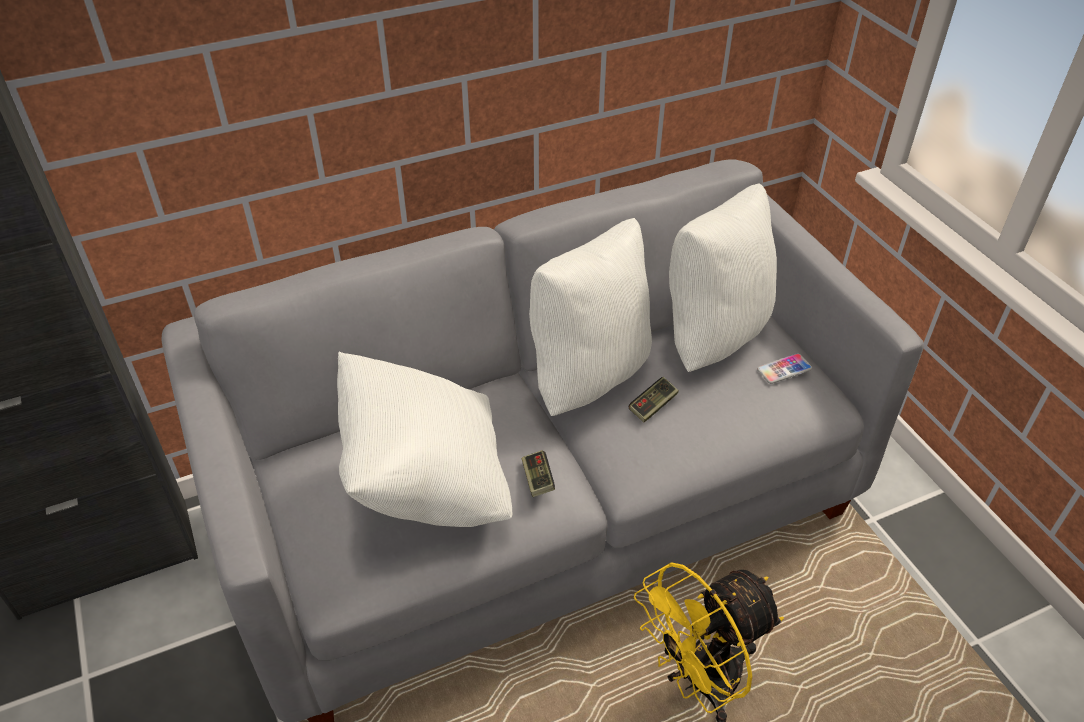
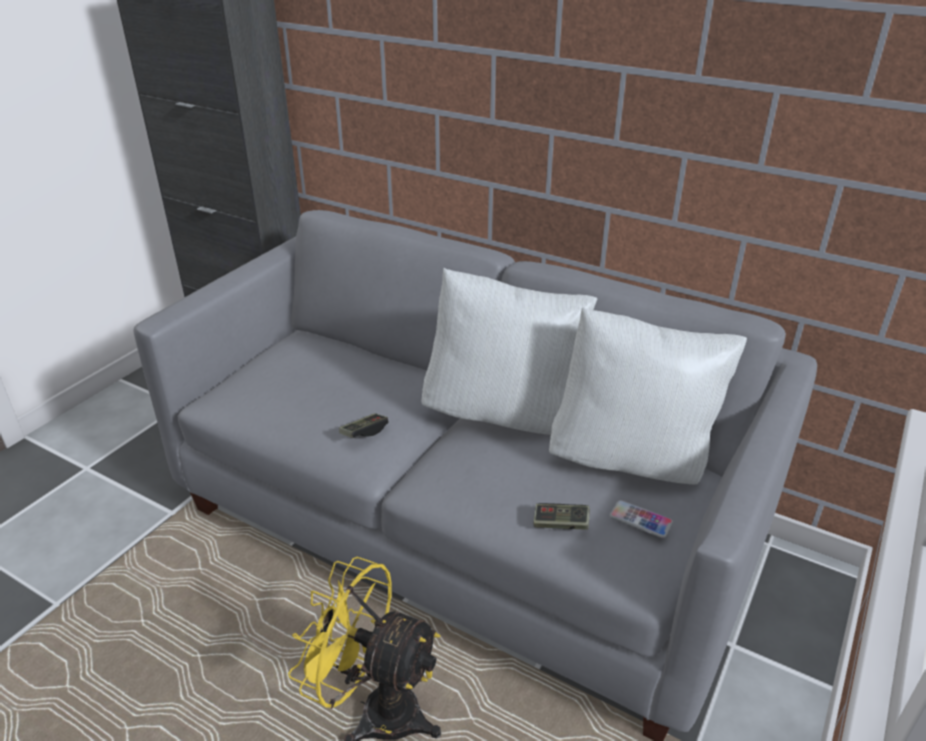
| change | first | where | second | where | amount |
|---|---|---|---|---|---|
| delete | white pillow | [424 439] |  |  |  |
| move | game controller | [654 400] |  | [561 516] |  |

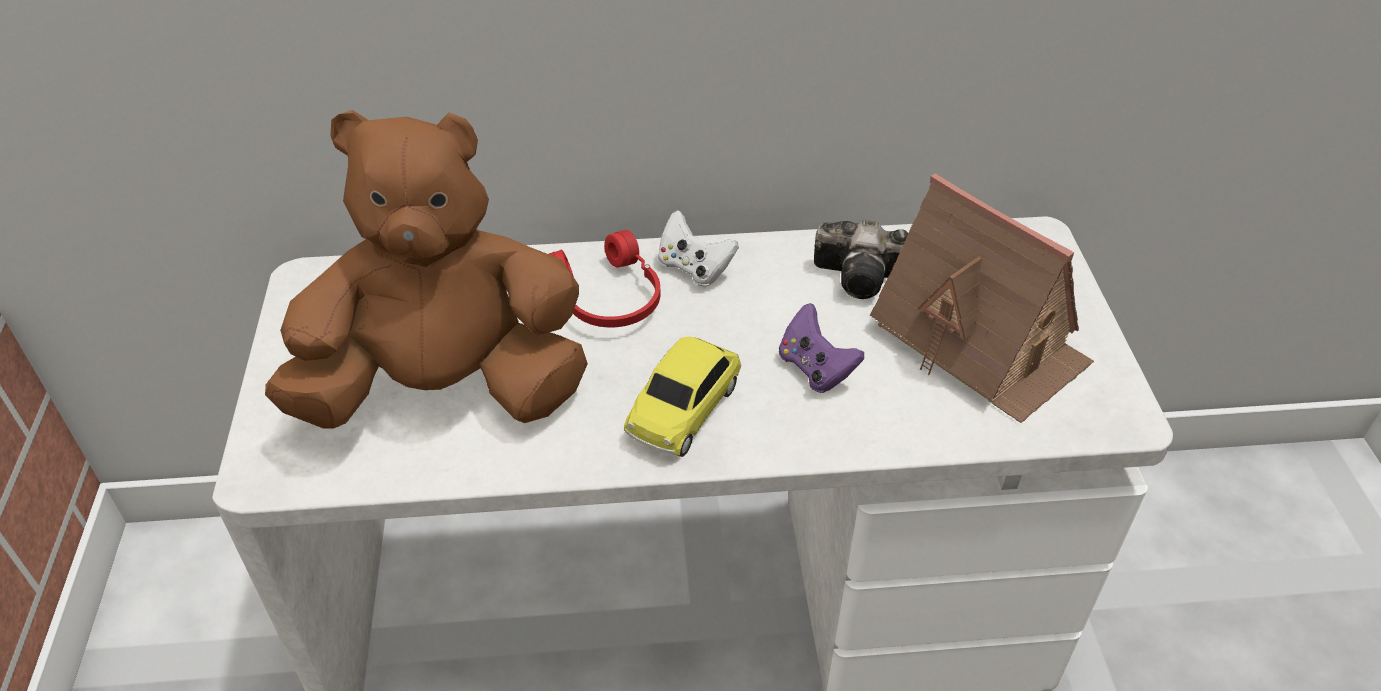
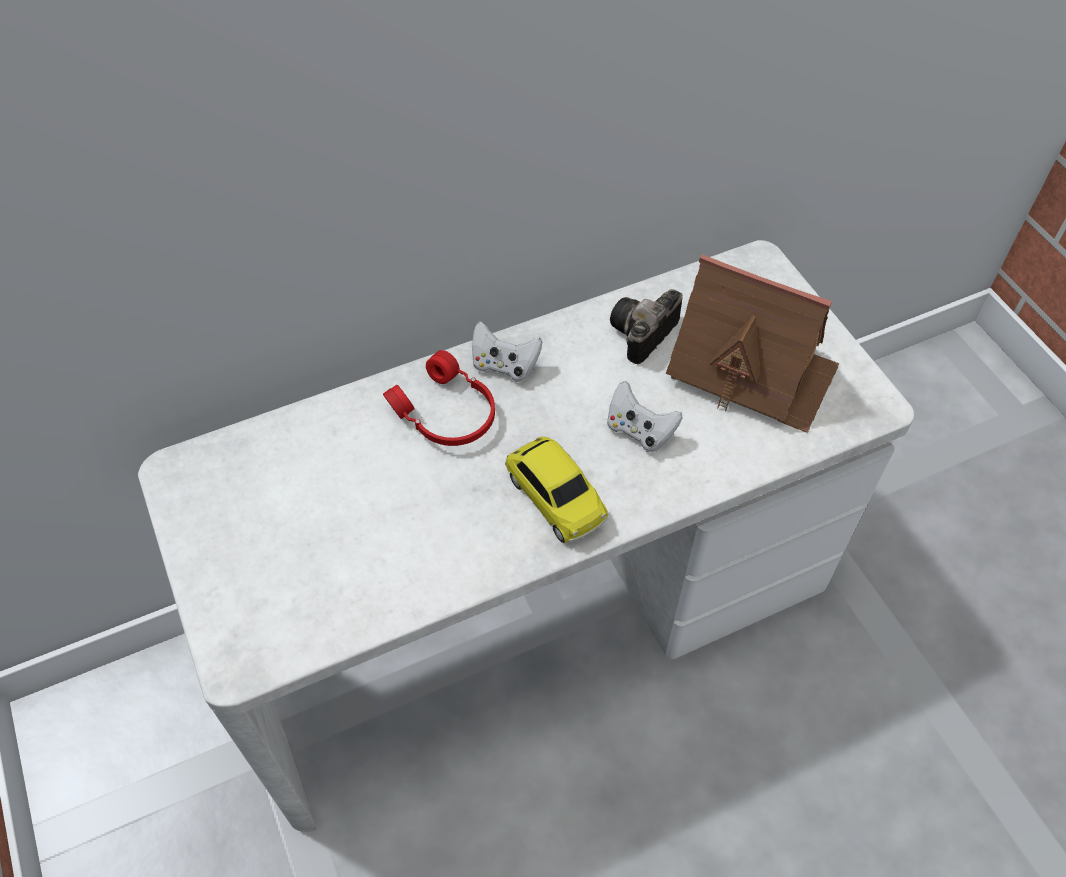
| change | first | where | second | where | amount |
|---|---|---|---|---|---|
| delete | brown plush toy | [426 269] |  |  |  |
| rotate | toy car | [682 397] |  | [556 489] | 45 degrees counterclockwise |
| recolor | purple game controller | [821 348] | white game controller | [645 416] |  |
| rotate | photo camera | [861 259] |  | [646 326] | 135 degrees clockwise |

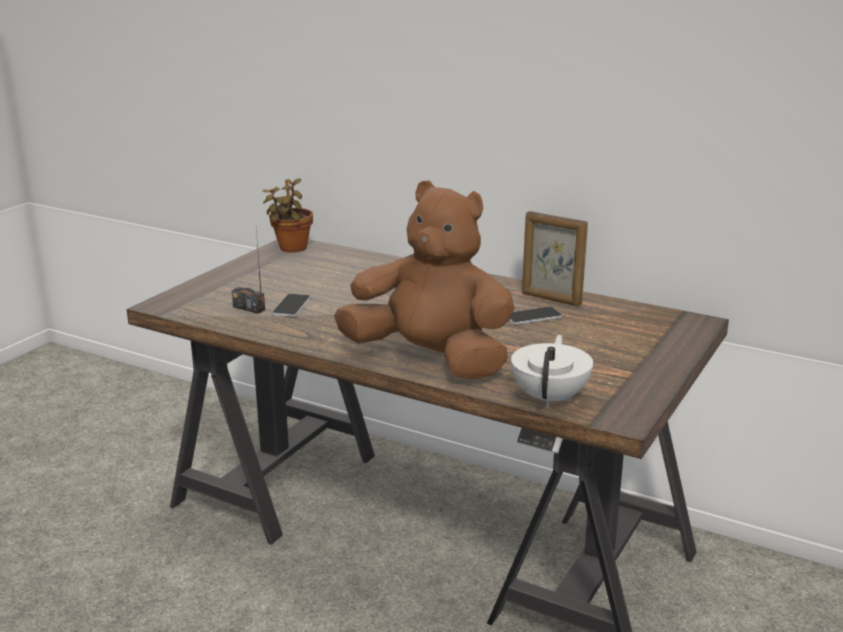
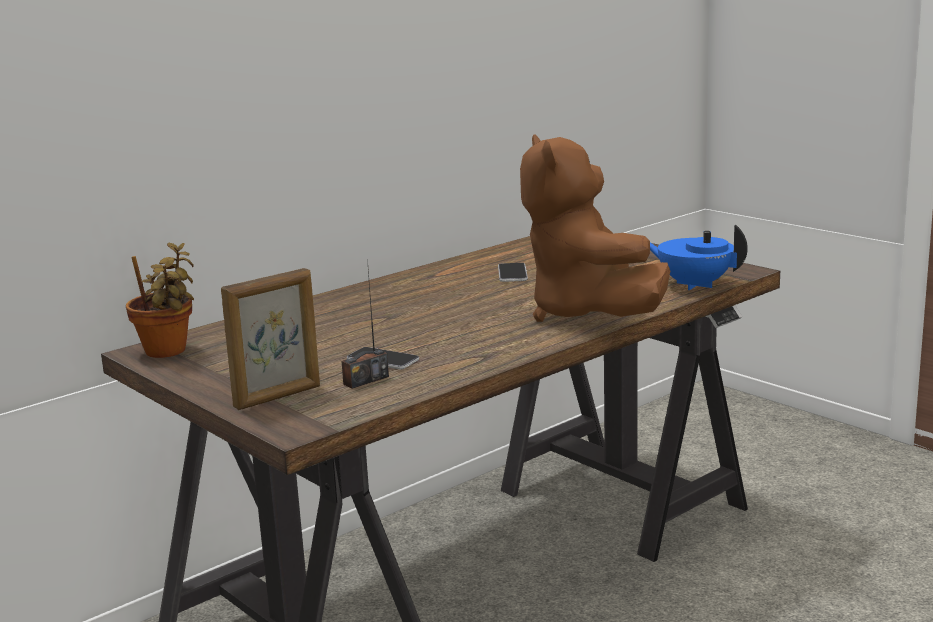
| change | first | where | second | where | amount |
|---|---|---|---|---|---|
| rotate | brown plush toy | [424 280] |  | [595 228] | 60 degrees counterclockwise |
| recolor | white teapot | [552 371] | blue teapot | [699 257] |  |
| move | picture frame | [555 258] |  | [270 339] |  |

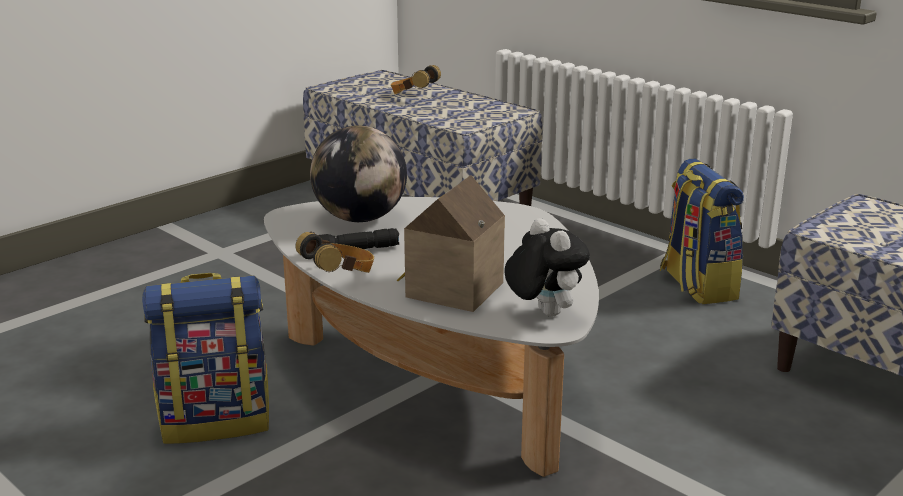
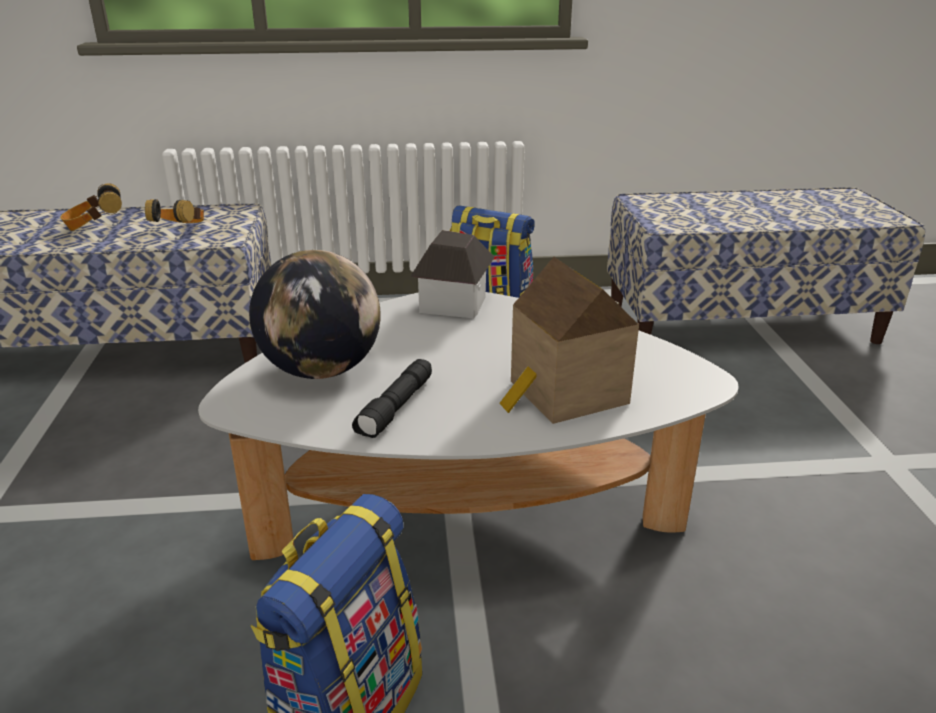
| change | first | where | second | where | amount |
|---|---|---|---|---|---|
| move | headphones | [334 252] |  | [174 211] |  |
| delete | plush toy | [547 267] |  |  |  |
| insert |  |  | toy house | [452 274] |  |

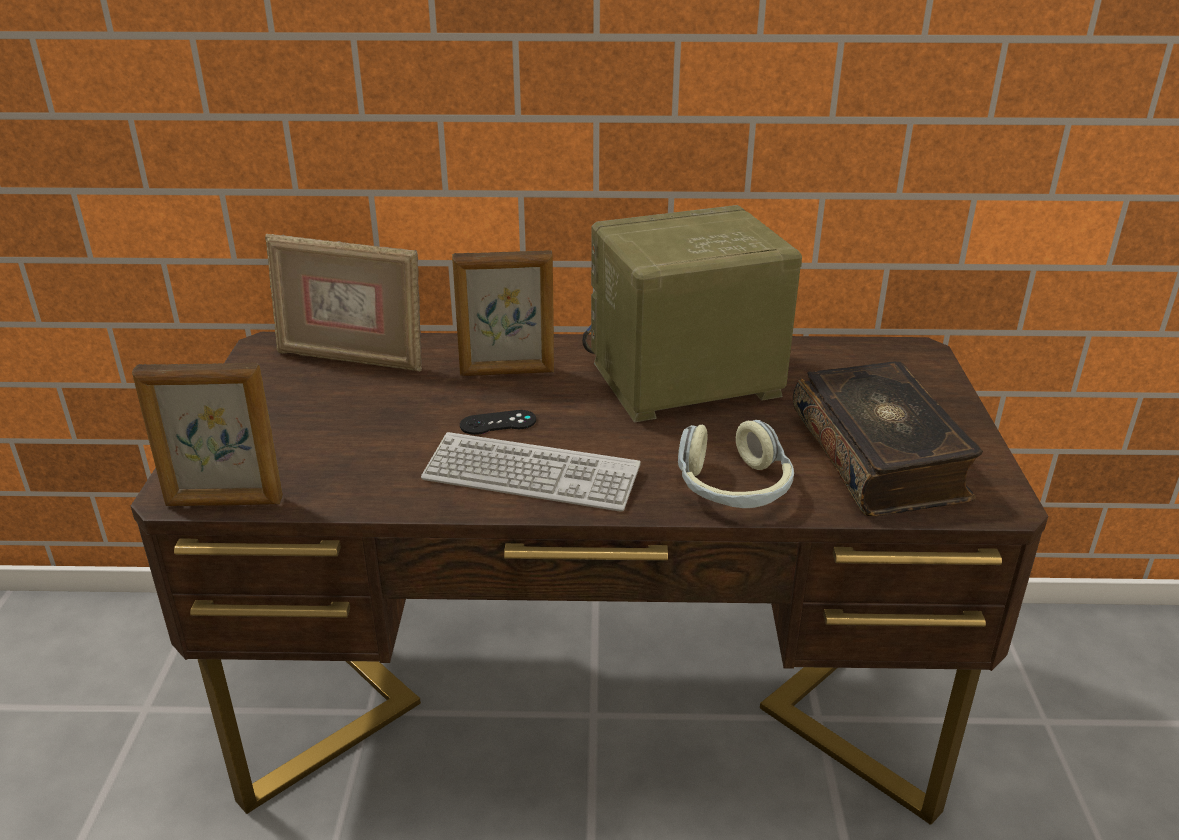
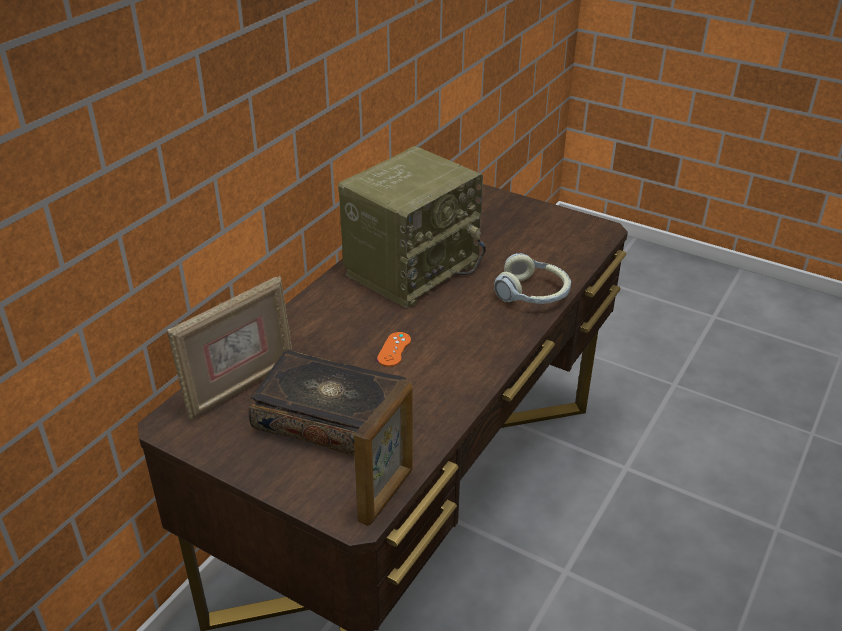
| change | first | where | second | where | amount |
|---|---|---|---|---|---|
| delete | keyboard | [531 472] |  |  |  |
| delete | picture frame | [503 313] |  |  |  |
| recolor | black game controller | [498 422] | orange game controller | [394 349] |  |
| rotate | radio | [692 314] |  | [412 227] | 150 degrees counterclockwise |
| move | book | [888 438] |  | [327 403] |  |

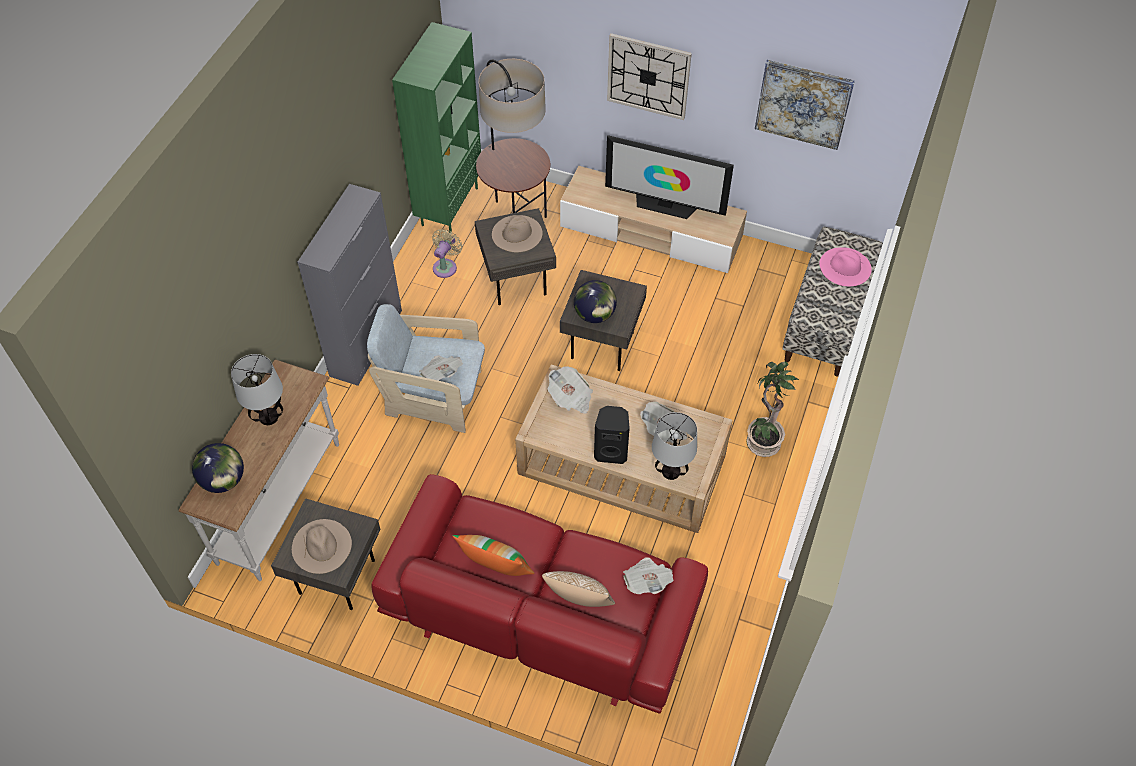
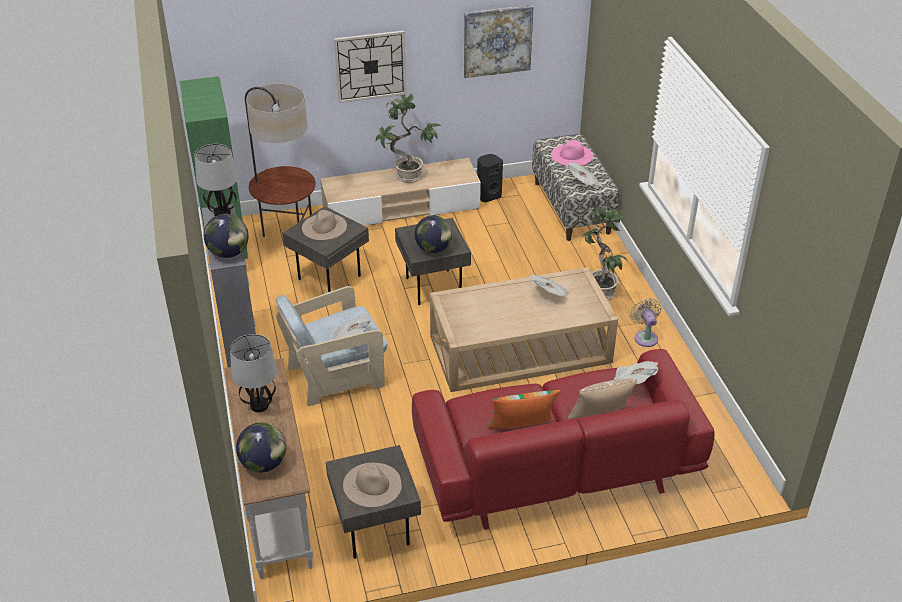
| change | first | where | second | where | amount |
|---|---|---|---|---|---|
| move | beige fan | [447 253] |  | [646 322] |  |
| move | newspaper | [570 390] |  | [584 174] |  |
| move | black speaker | [612 435] |  | [490 178] |  |
| replace | television | [669 177] | potted plant | [408 138] |  |
| move | table lamp | [674 446] |  | [216 180] |  |
| insert |  |  | globe | [226 236] |  |

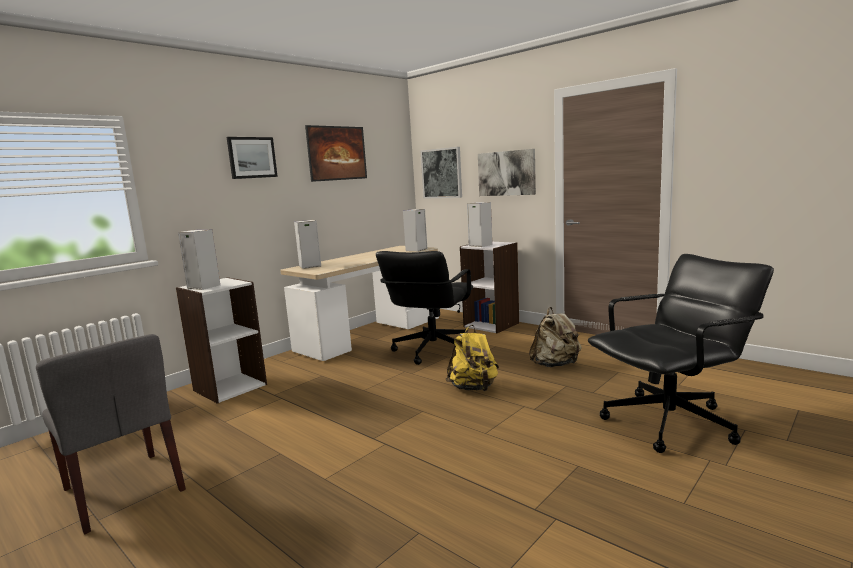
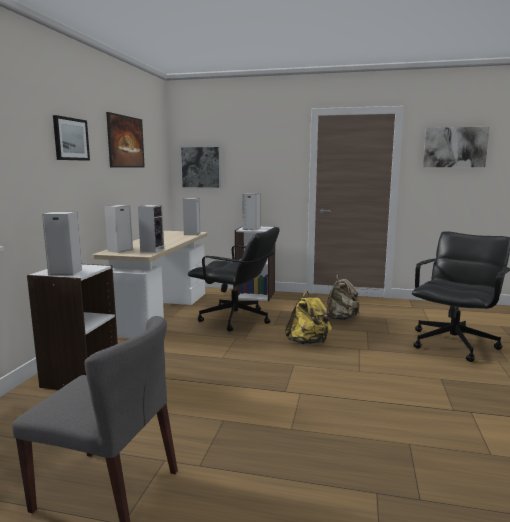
| change | first | where | second | where | amount |
|---|---|---|---|---|---|
| rotate | black office chair | [424 308] |  | [234 279] | 60 degrees counterclockwise |
| move | picture | [507 172] |  | [456 147] |  |
| insert |  |  | speaker | [151 228] |  |

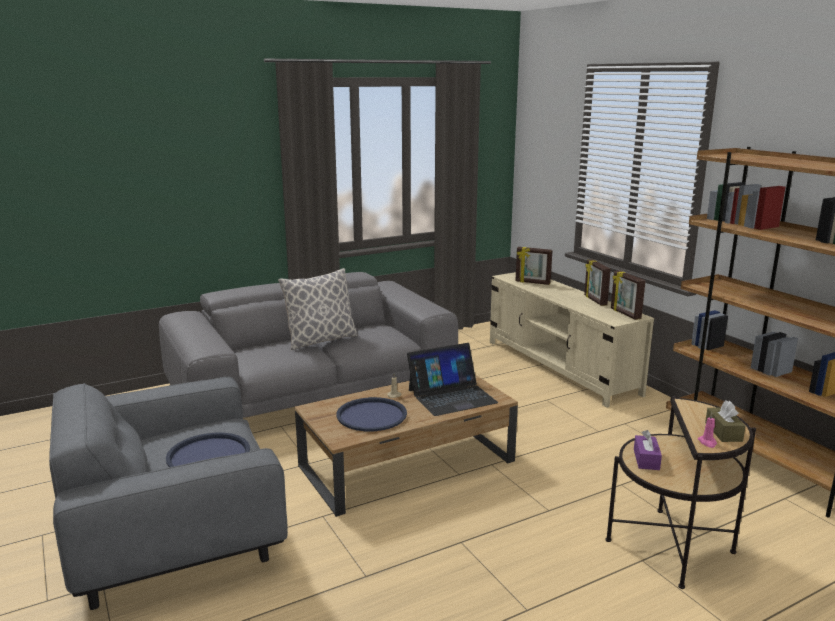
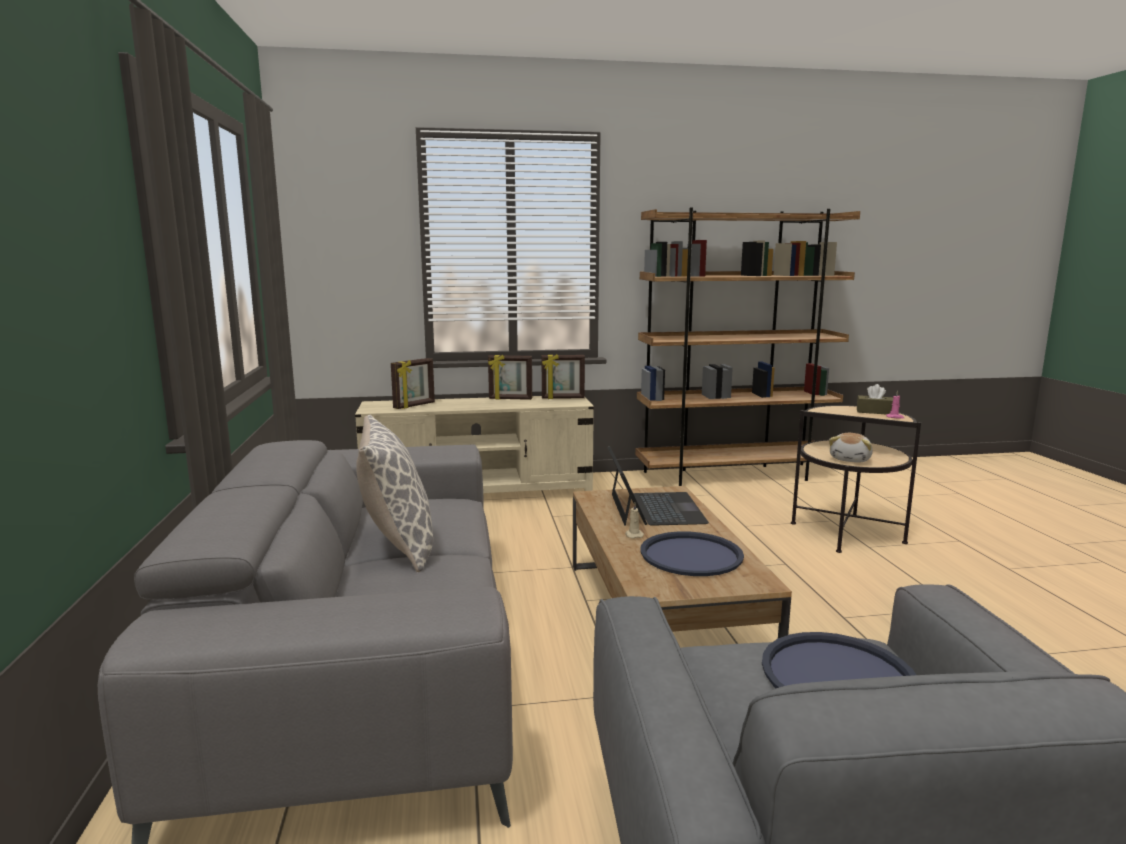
| change | first | where | second | where | amount |
|---|---|---|---|---|---|
| replace | purple tissue box | [648 450] | plush toy | [851 448] |  |

